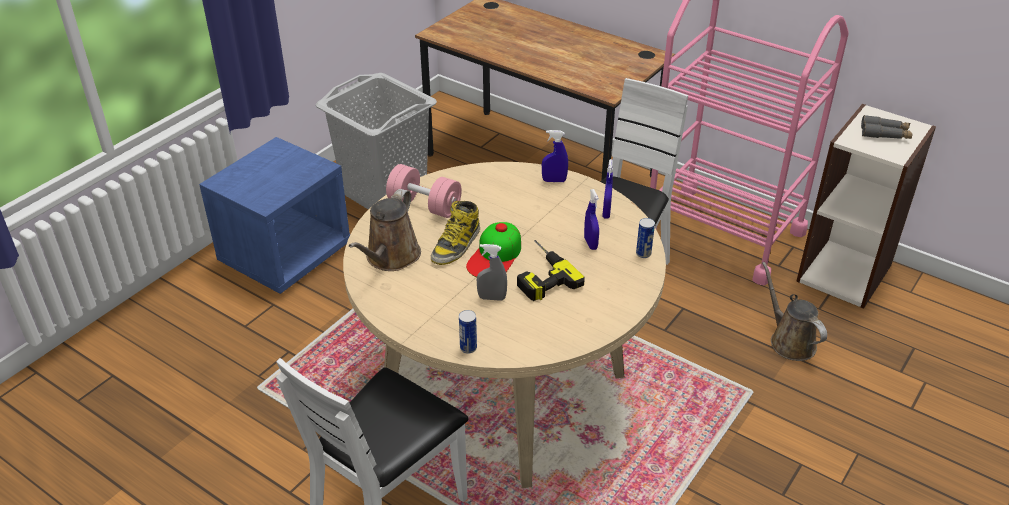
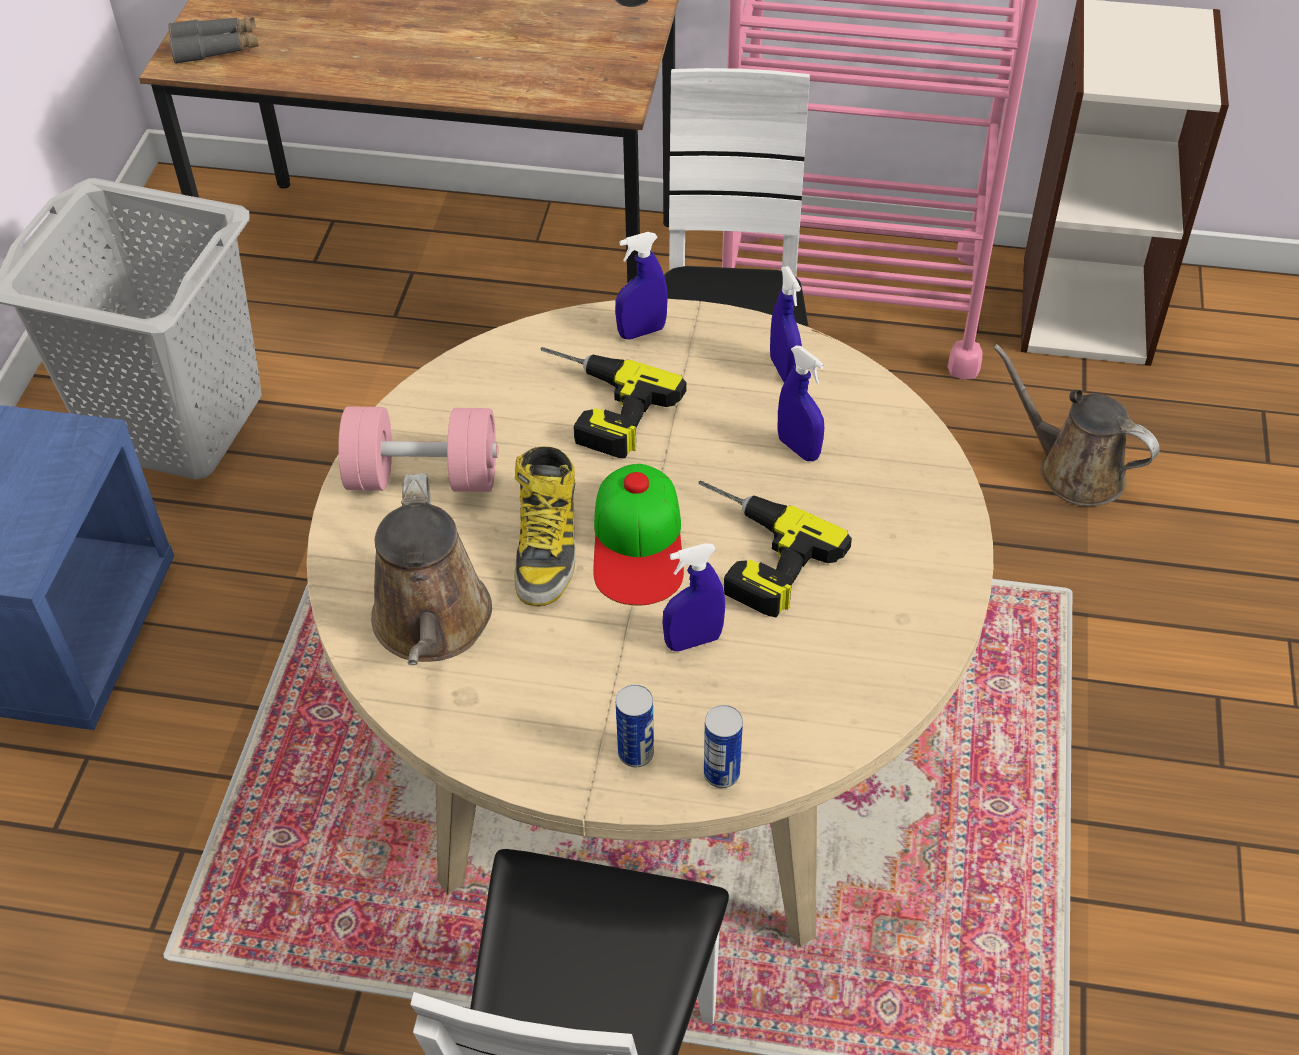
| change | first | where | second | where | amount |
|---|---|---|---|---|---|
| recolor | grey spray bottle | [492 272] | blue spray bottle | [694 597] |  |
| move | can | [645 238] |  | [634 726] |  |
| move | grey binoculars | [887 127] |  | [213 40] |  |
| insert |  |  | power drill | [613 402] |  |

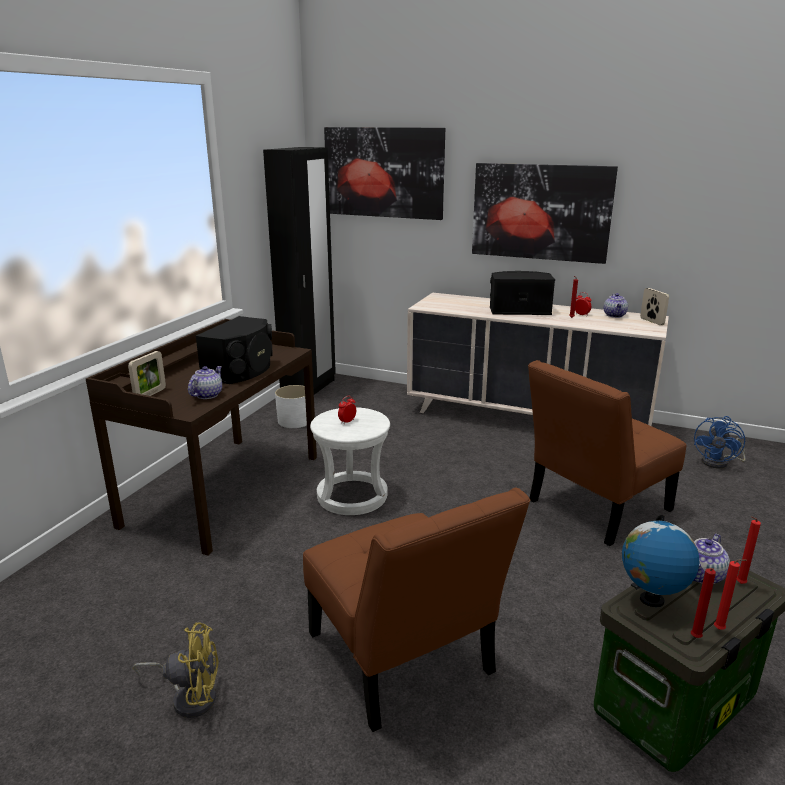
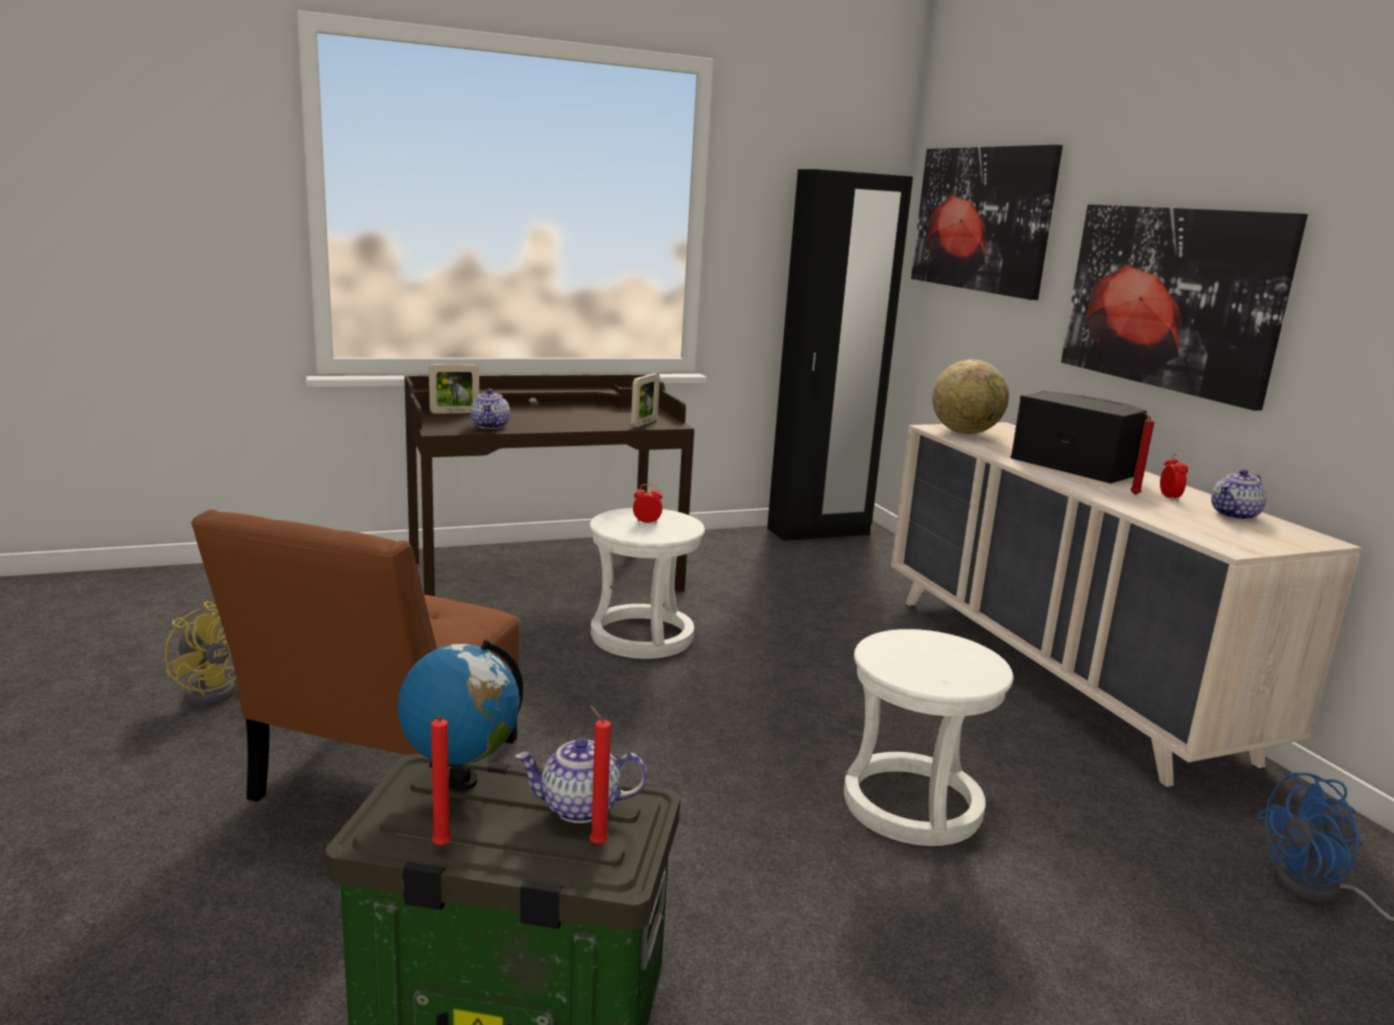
| change | first | where | second | where | amount |
|---|---|---|---|---|---|
| rotate | teapot | [205 382] |  | [490 409] | 105 degrees clockwise |
| delete | black speaker | [234 350] |  |  |  |
| delete | white planter | [291 406] |  |  |  |
| replace | brown chair | [607 453] | white stool | [928 737] |  |
| move | picture frame | [654 306] |  | [645 400] |  |
| delete | red candle | [703 603] |  |  |  |
| insert |  |  | globe | [970 397] |  |

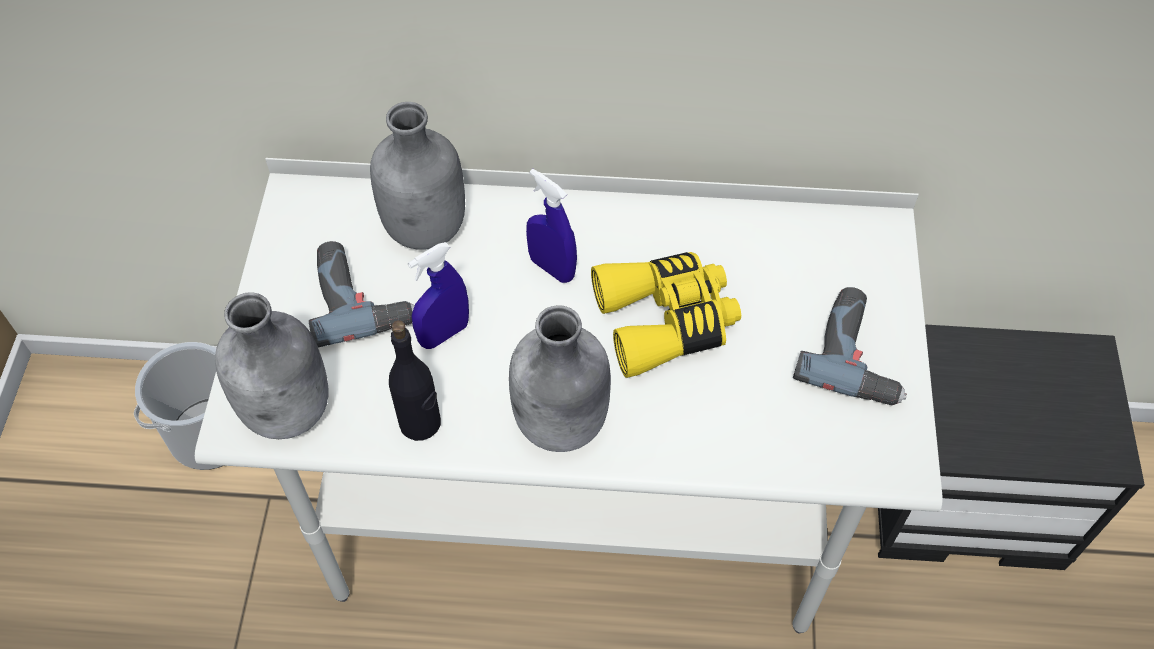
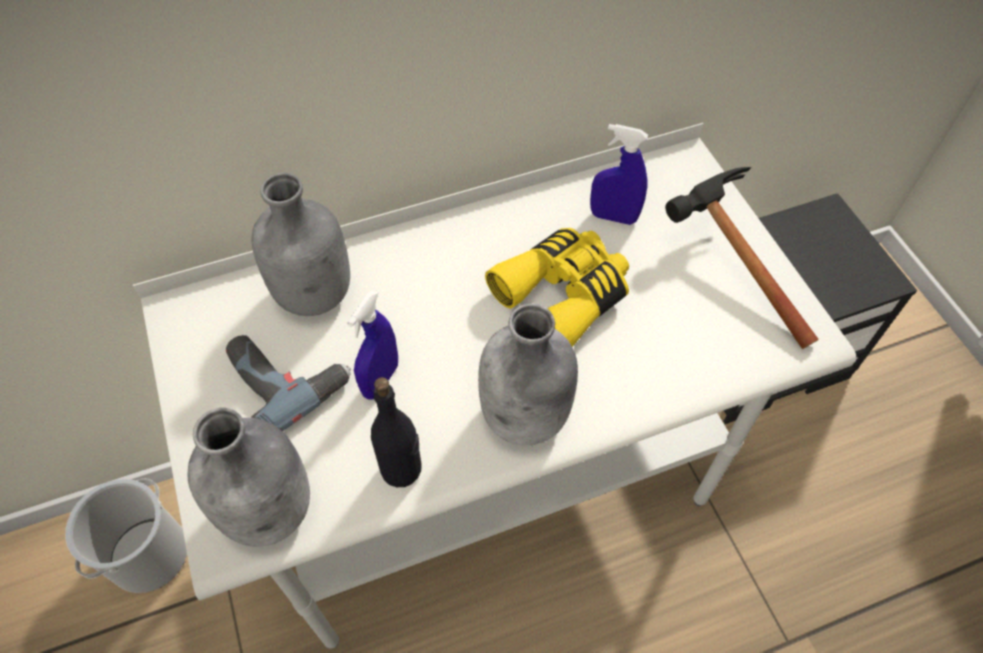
| change | first | where | second | where | amount |
|---|---|---|---|---|---|
| move | blue spray bottle | [551 226] |  | [619 174] |  |
| replace | power drill | [850 346] | hammer | [742 258] |  |

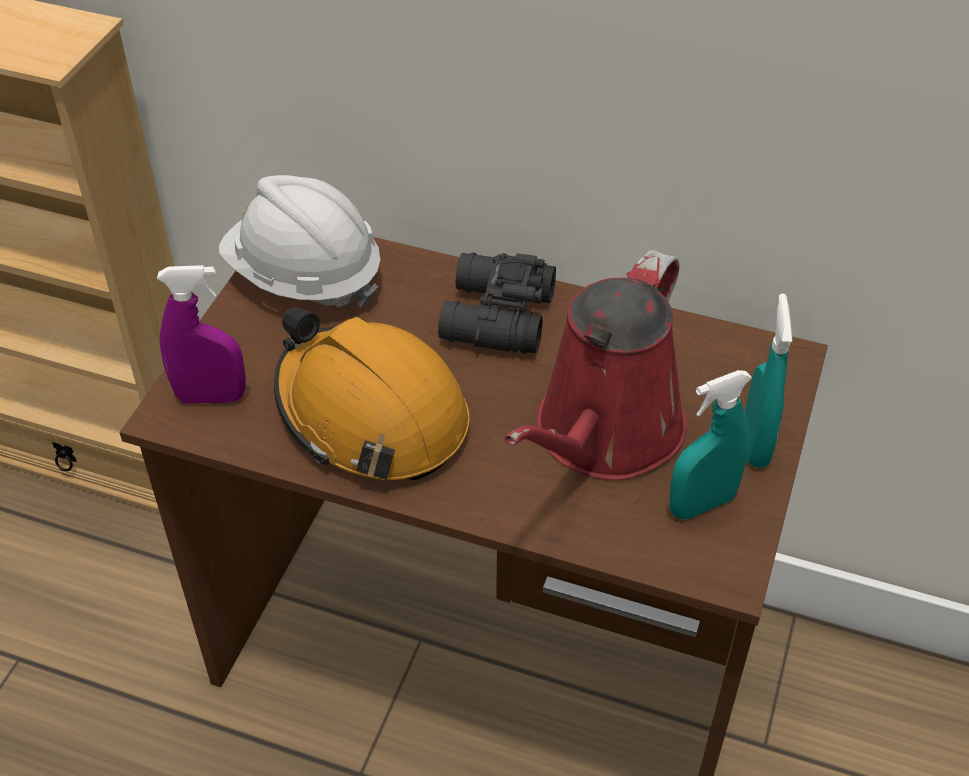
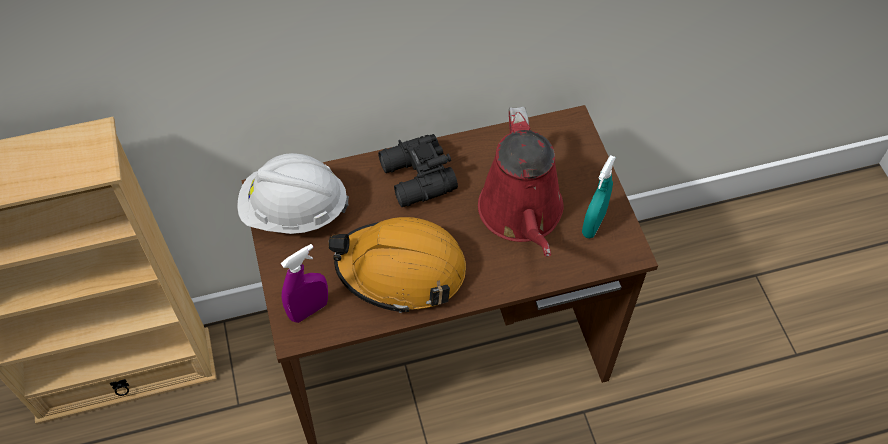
| change | first | where | second | where | amount |
|---|---|---|---|---|---|
| delete | turquoise spray bottle | [768 381] |  |  |  |

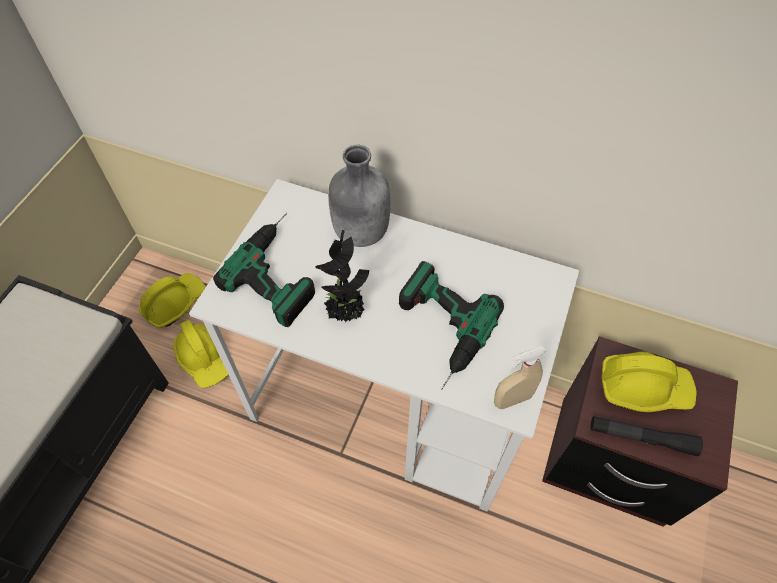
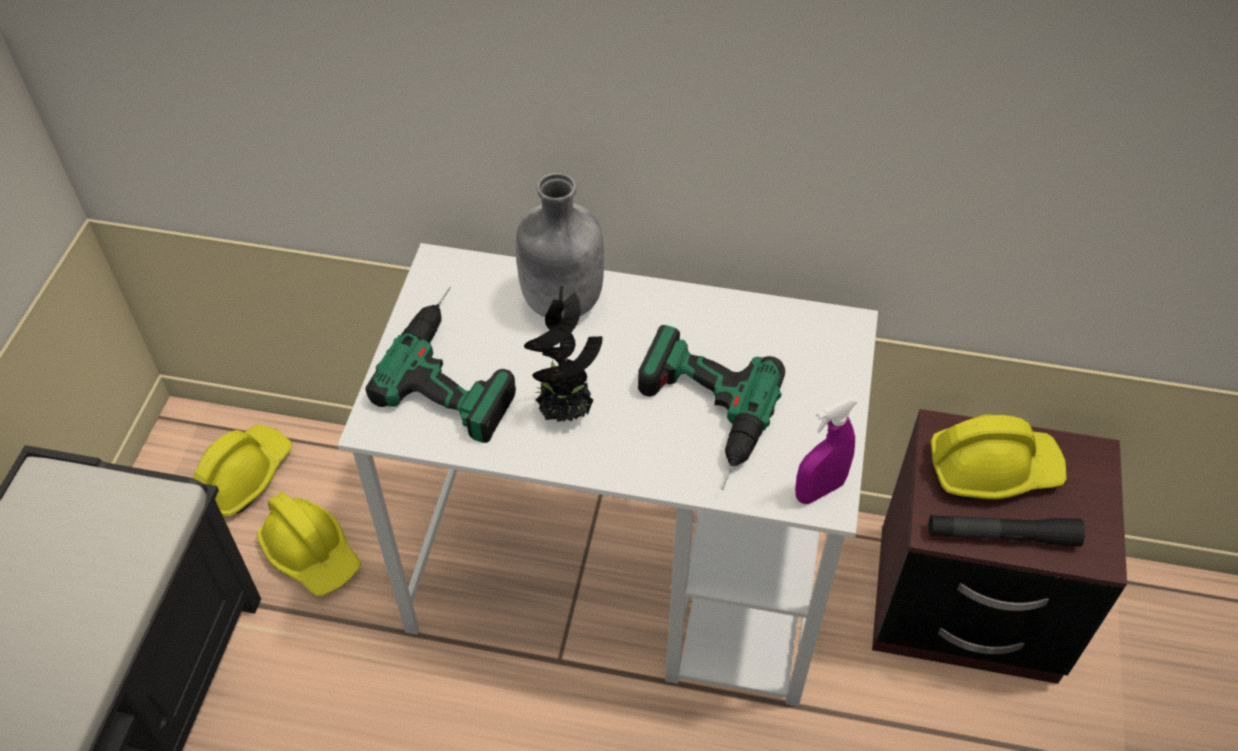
| change | first | where | second | where | amount |
|---|---|---|---|---|---|
| recolor | beige spray bottle | [520 377] | purple spray bottle | [826 450] |  |

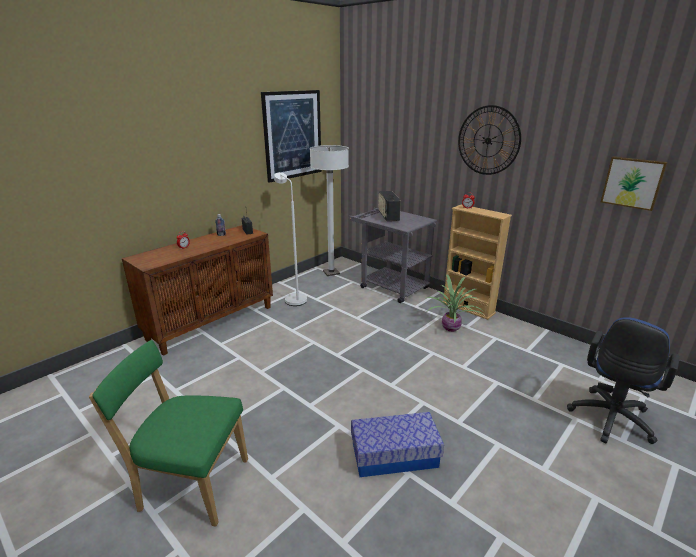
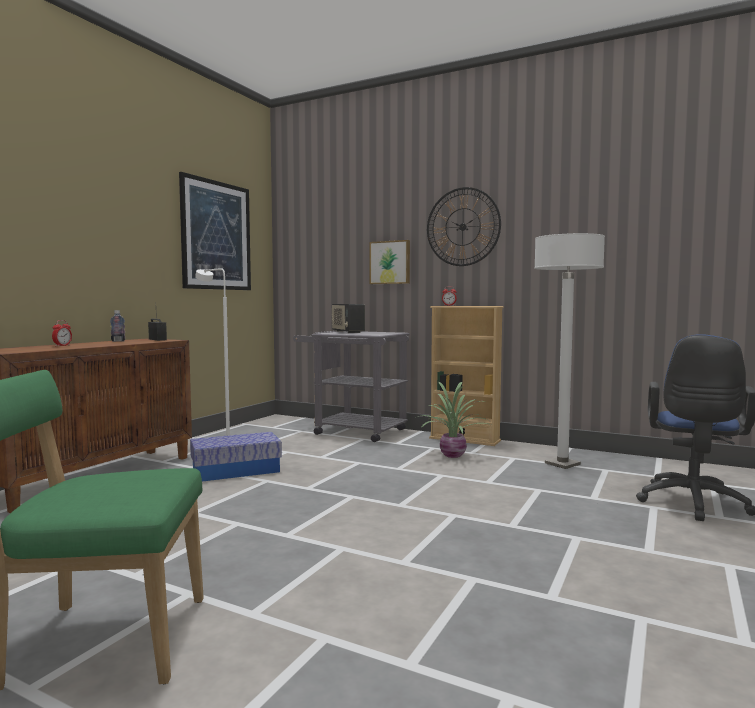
| change | first | where | second | where | amount |
|---|---|---|---|---|---|
| move | white floor lamp | [329 210] |  | [569 351] |  |
| move | storage box | [397 444] |  | [236 456] |  |
| move | picture | [634 183] |  | [390 262] |  |

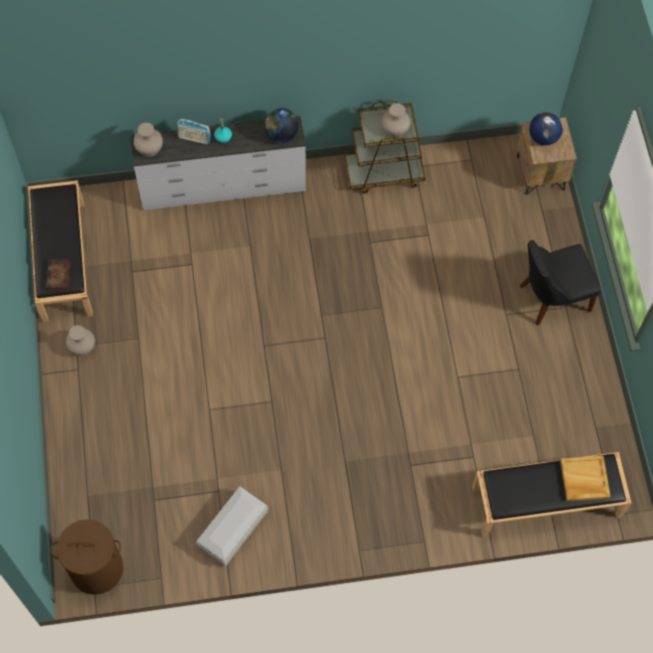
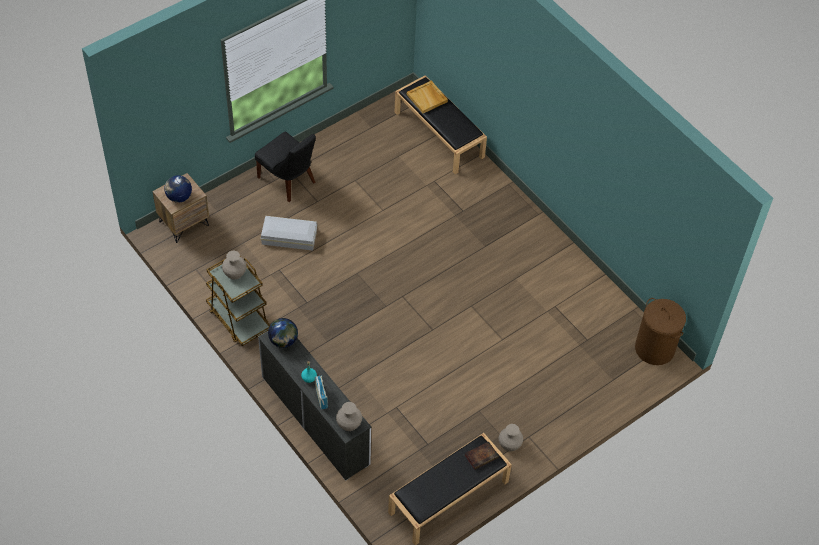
| change | first | where | second | where | amount |
|---|---|---|---|---|---|
| move | white storage box | [232 526] |  | [289 233] |  |

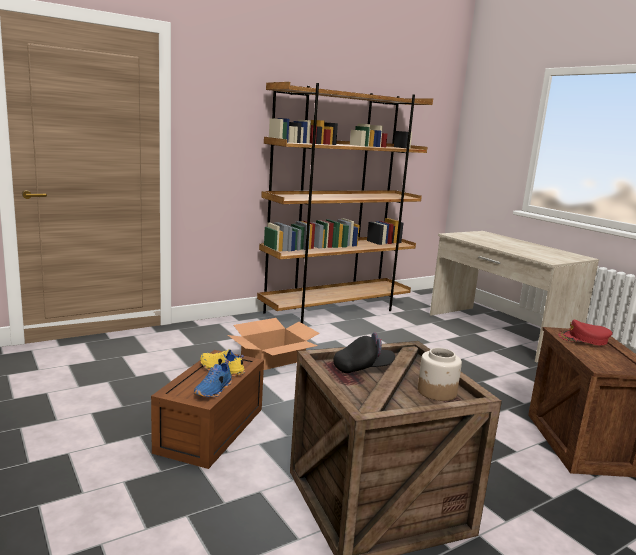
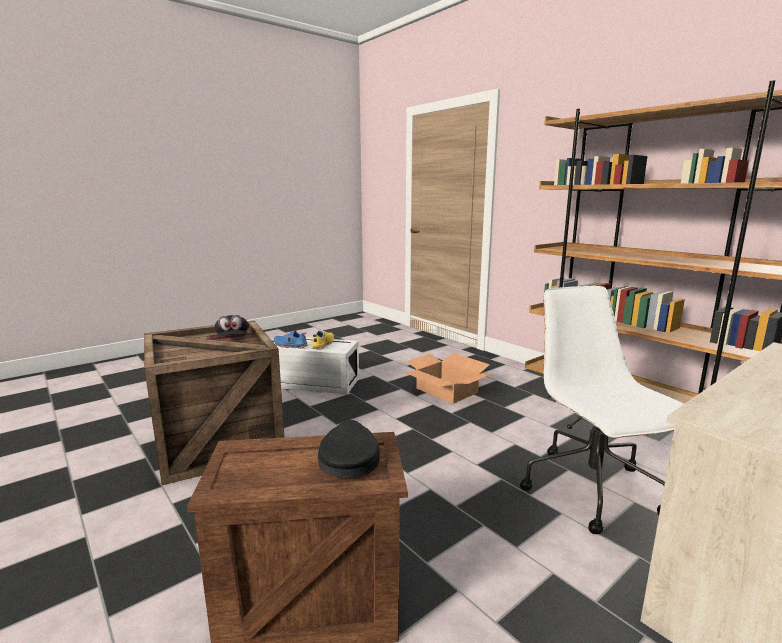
| change | first | where | second | where | amount |
|---|---|---|---|---|---|
| recolor | brown storage box | [207 409] | white storage box | [316 365] |  |
| delete | jar | [440 374] |  |  |  |
| recolor | red cap | [585 332] | black cap | [349 449] |  |
| insert |  |  | white office chair | [602 410] |  |

